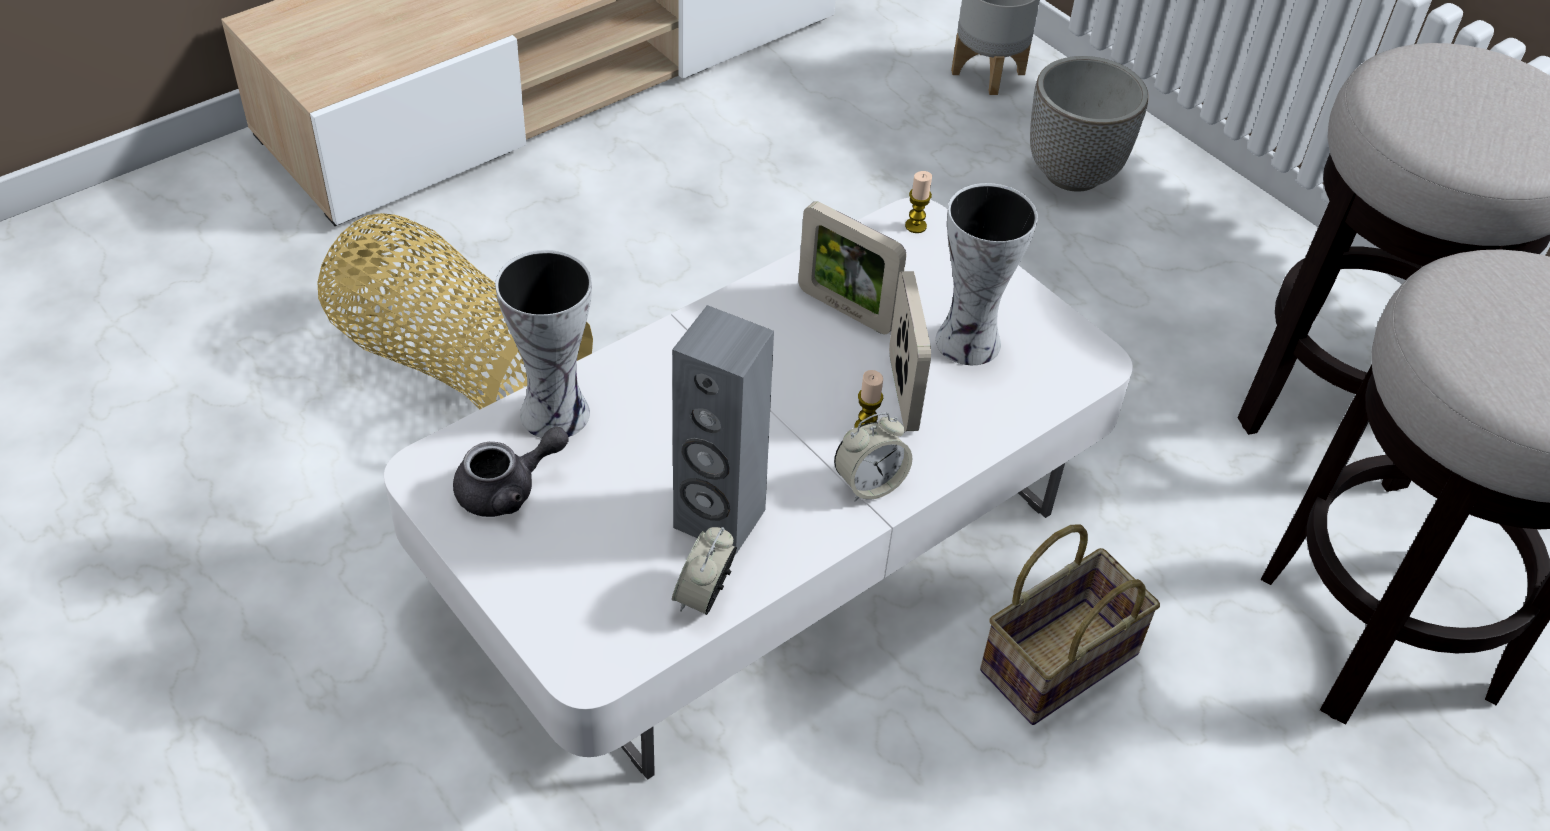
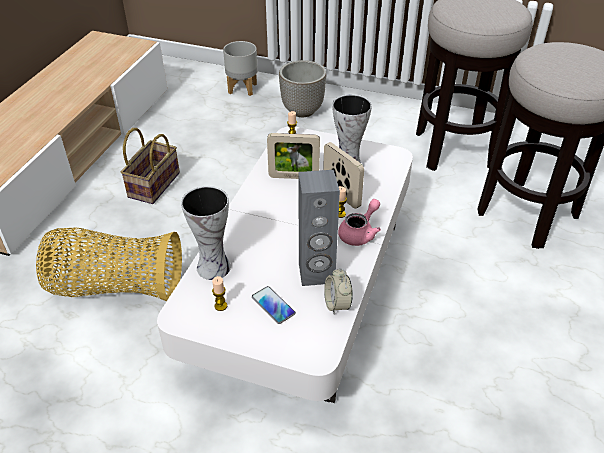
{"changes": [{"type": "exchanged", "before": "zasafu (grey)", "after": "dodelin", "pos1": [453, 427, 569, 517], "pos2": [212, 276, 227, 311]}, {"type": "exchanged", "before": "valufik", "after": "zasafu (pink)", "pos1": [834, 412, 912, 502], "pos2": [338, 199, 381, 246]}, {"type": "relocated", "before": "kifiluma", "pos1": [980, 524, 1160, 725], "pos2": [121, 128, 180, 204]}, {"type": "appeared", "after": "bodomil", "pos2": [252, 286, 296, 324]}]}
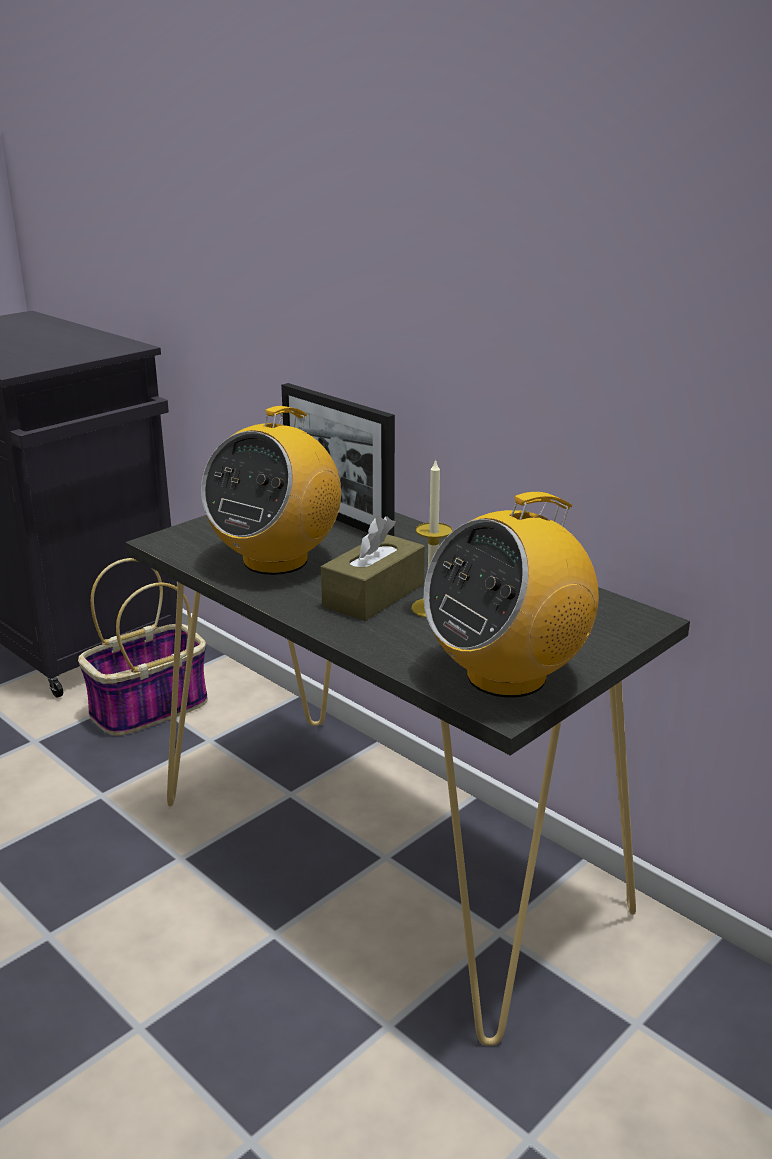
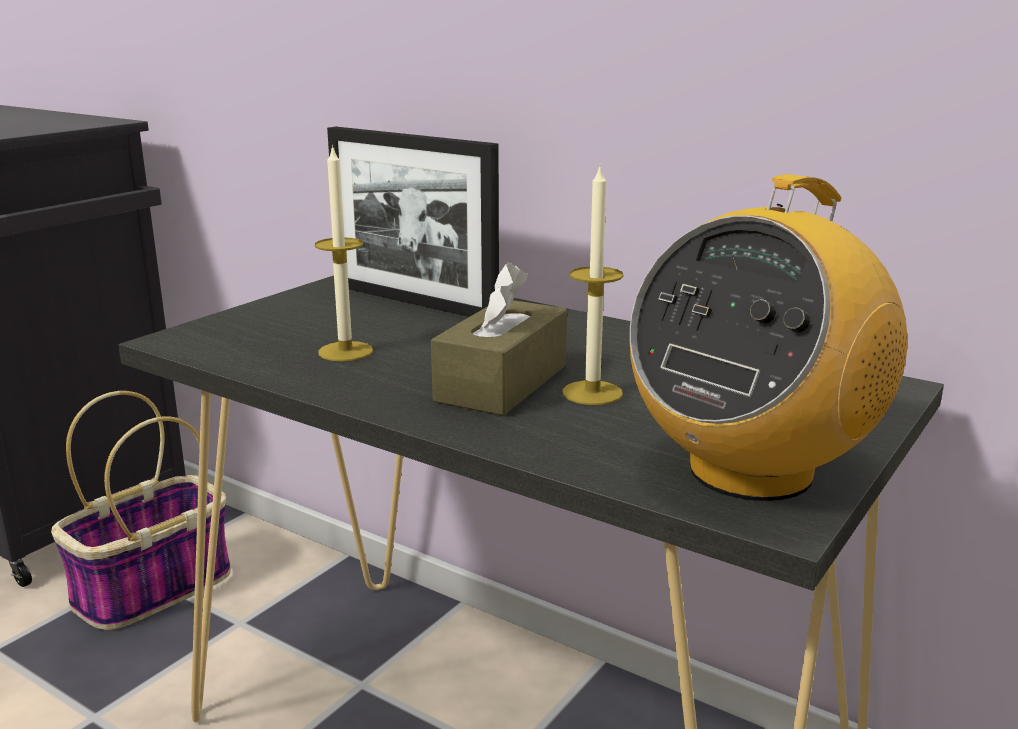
{"changes": [{"type": "exchanged", "before": "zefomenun", "after": "dodelin", "pos1": [201, 406, 341, 575], "pos2": [315, 144, 373, 361]}]}
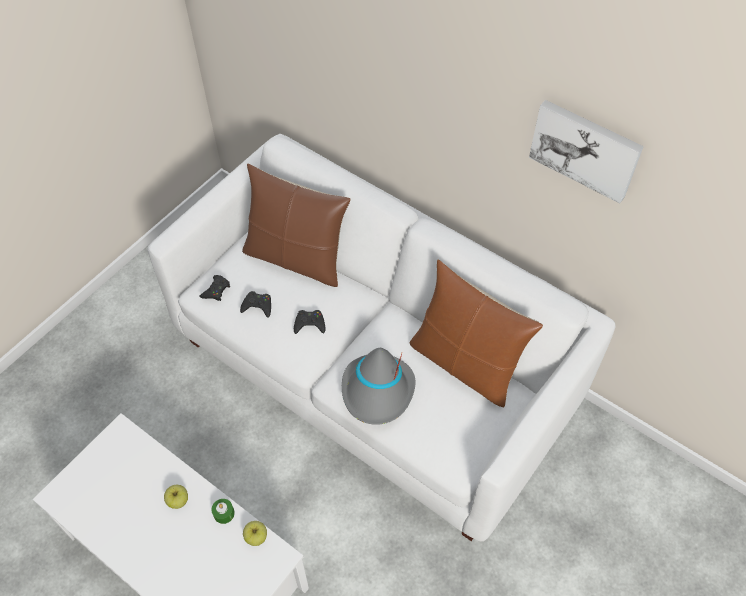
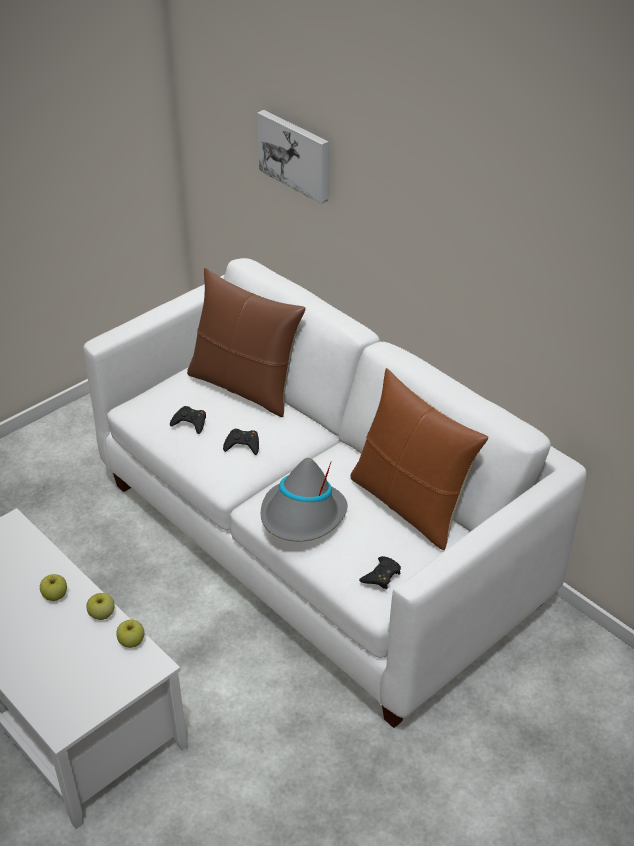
{"changes": [{"type": "relocated", "before": "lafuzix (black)", "pos1": [199, 275, 230, 301], "pos2": [359, 556, 401, 589]}, {"type": "exchanged", "before": "dodelin (green)", "after": "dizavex", "pos1": [211, 499, 235, 524], "pos2": [86, 593, 115, 620]}, {"type": "relocated", "before": "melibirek", "pos1": [529, 100, 644, 203], "pos2": [257, 110, 329, 204]}]}
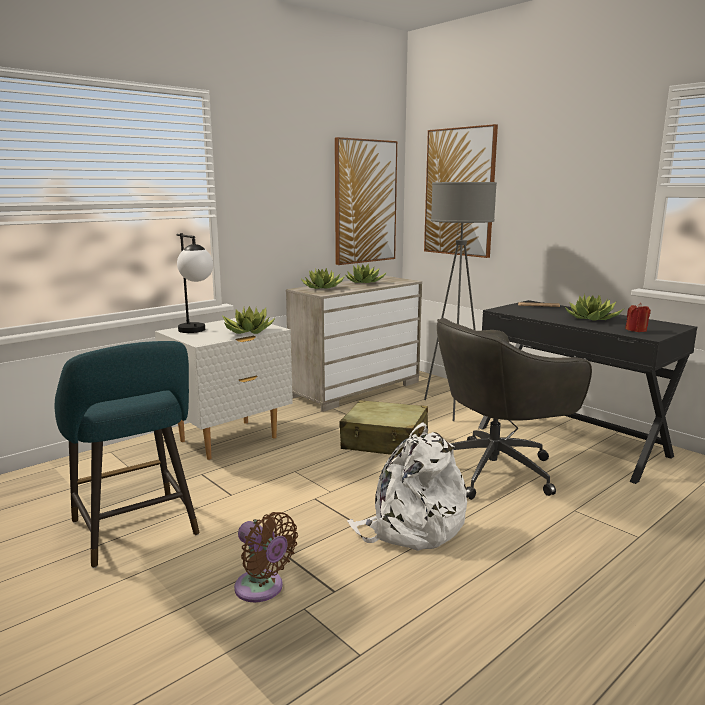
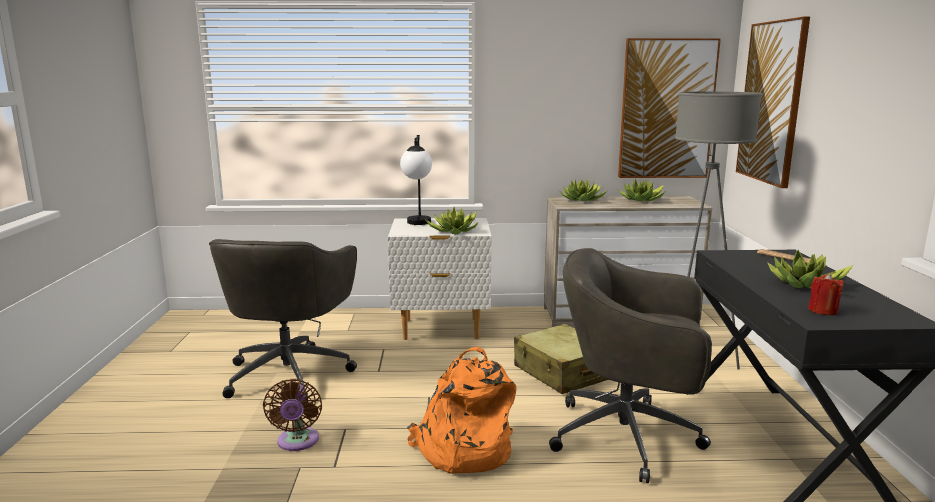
{"changes": [{"type": "exchanged", "before": "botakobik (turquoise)", "after": "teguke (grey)", "pos1": [55, 341, 200, 568], "pos2": [209, 239, 357, 400]}, {"type": "colour", "before": "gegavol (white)", "after": "gegavol (orange)", "pos1": [347, 422, 467, 551], "pos2": [407, 347, 516, 474]}]}
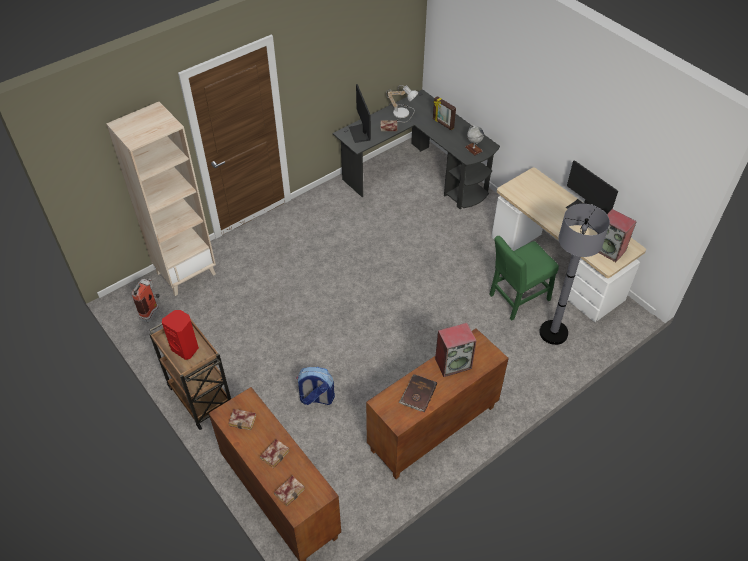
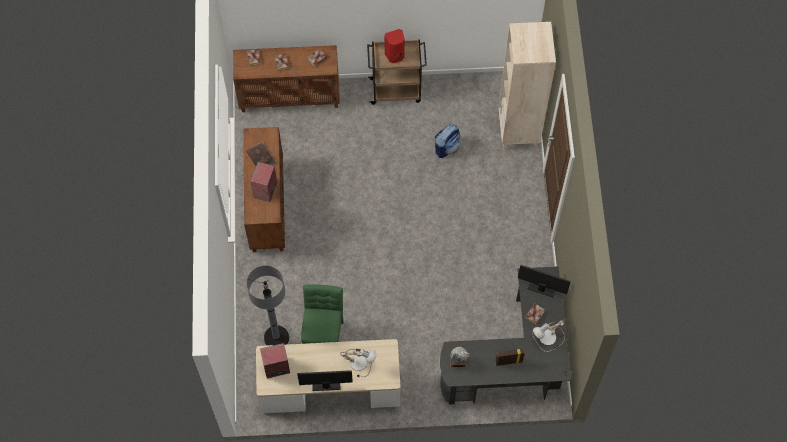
{"changes": [{"type": "missing", "before": "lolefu", "pos1": [131, 279, 160, 323]}, {"type": "relocated", "before": "gegavol", "pos1": [296, 367, 335, 405], "pos2": [435, 124, 460, 158]}, {"type": "appeared", "after": "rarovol", "pos2": [340, 349, 376, 377]}]}
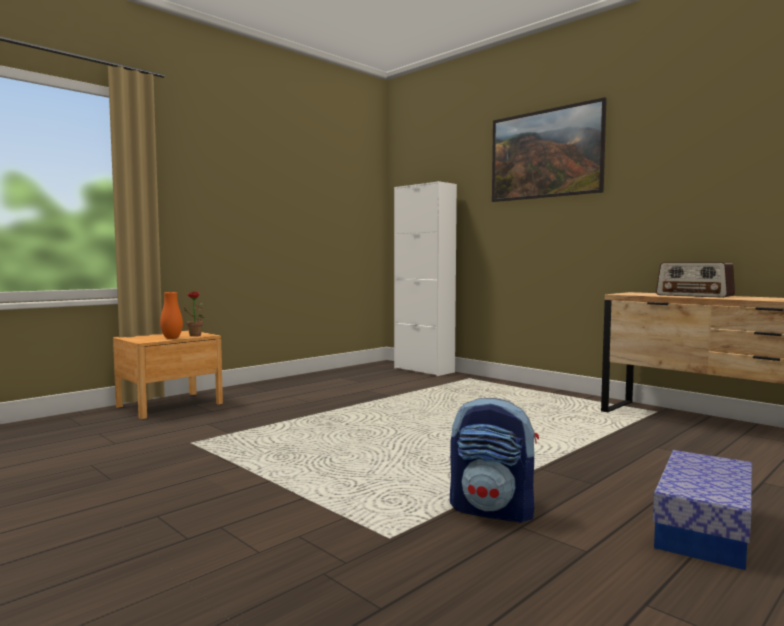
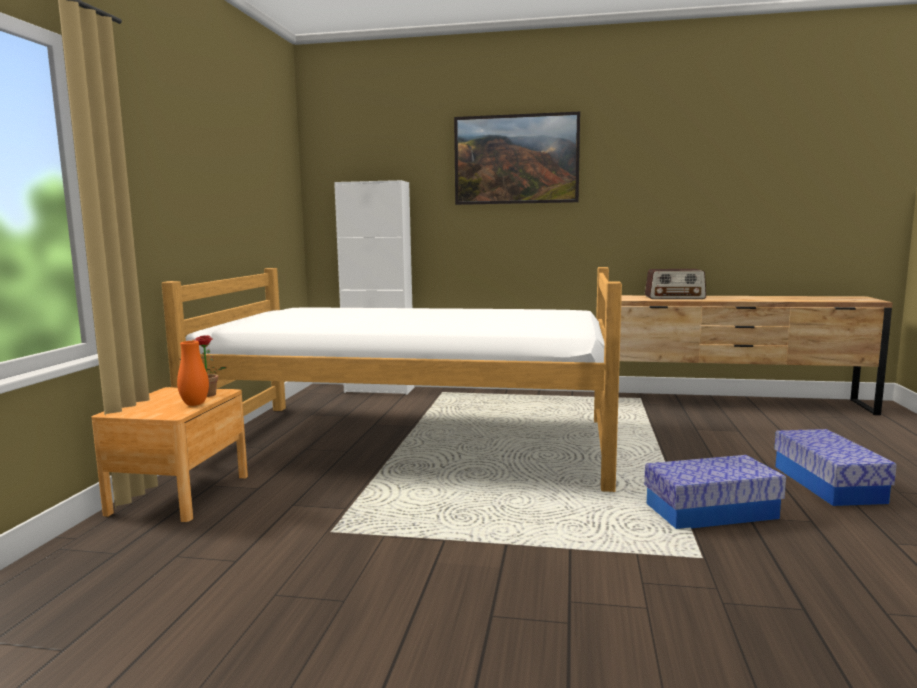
{"changes": [{"type": "exchanged", "before": "gegavol", "after": "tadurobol", "pos1": [450, 397, 539, 523], "pos2": [644, 455, 786, 529]}, {"type": "appeared", "after": "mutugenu", "pos2": [162, 267, 622, 492]}]}
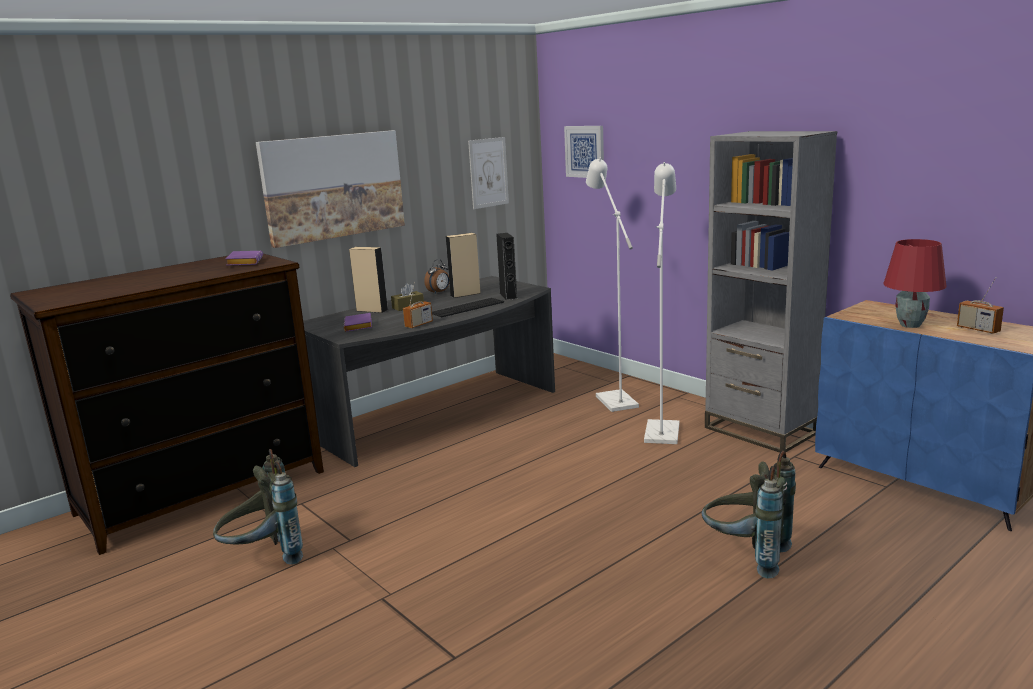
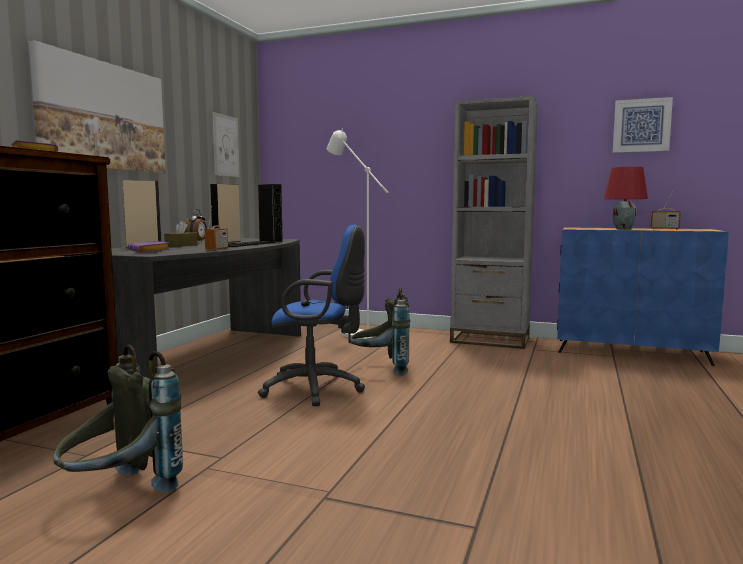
{"changes": [{"type": "relocated", "before": "melibirek", "pos1": [564, 126, 604, 178], "pos2": [613, 97, 673, 153]}, {"type": "missing", "before": "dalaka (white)", "pos1": [644, 162, 679, 444]}, {"type": "relocated", "before": "gegavol (grey)", "pos1": [701, 451, 796, 579], "pos2": [350, 288, 410, 376]}, {"type": "appeared", "after": "teguke (blue)", "pos2": [258, 225, 365, 406]}]}
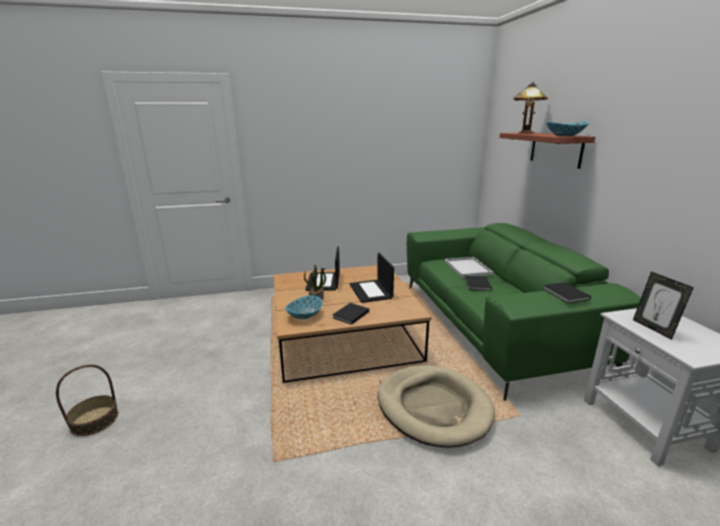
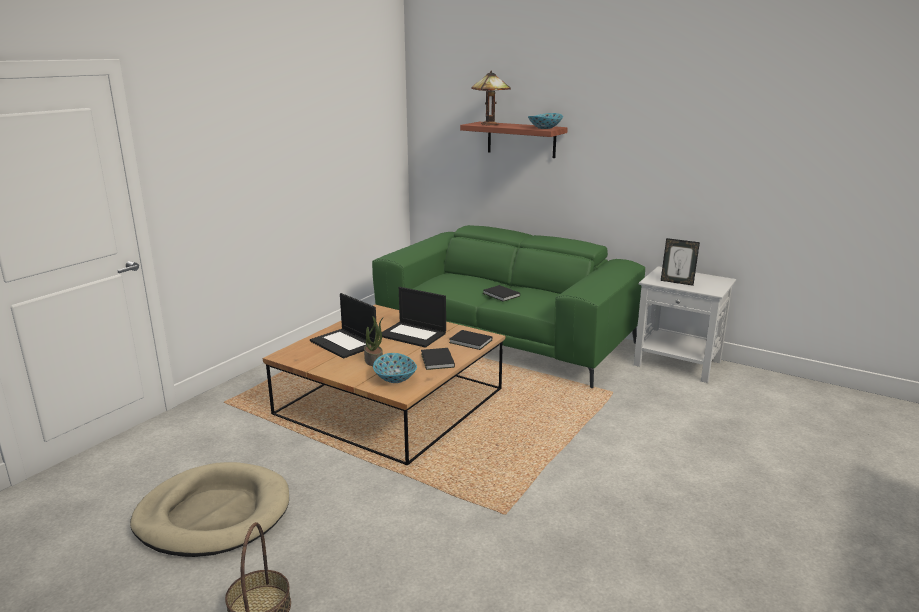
{"changes": [{"type": "relocated", "before": "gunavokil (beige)", "pos1": [377, 365, 495, 448], "pos2": [130, 462, 289, 557]}, {"type": "missing", "before": "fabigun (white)", "pos1": [445, 257, 493, 277]}, {"type": "relocated", "before": "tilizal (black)", "pos1": [543, 282, 591, 304], "pos2": [449, 330, 492, 350]}]}
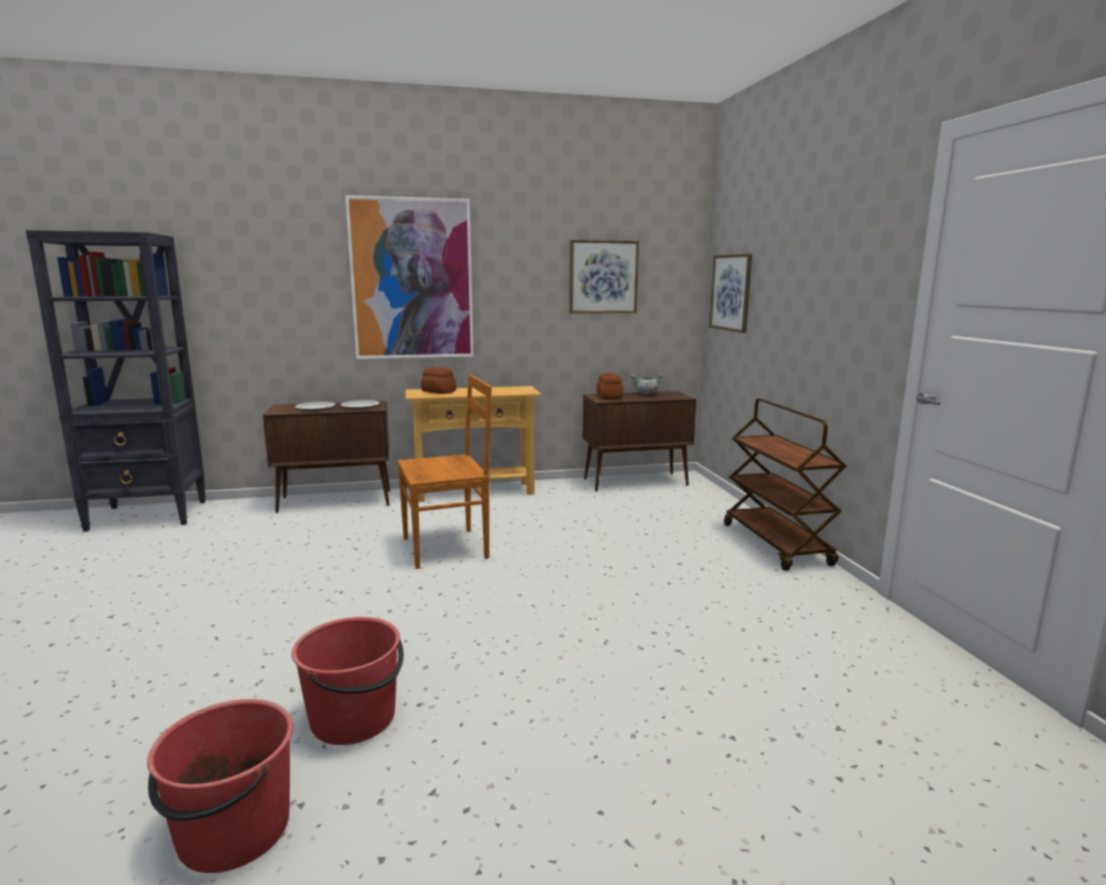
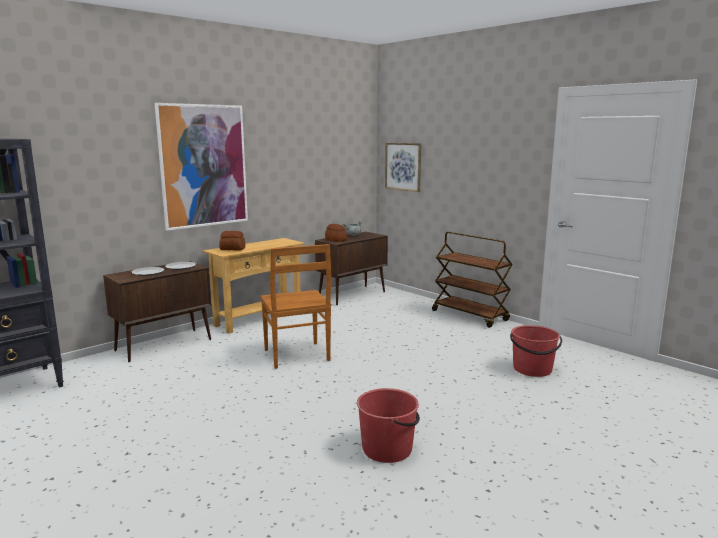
{"changes": [{"type": "relocated", "before": "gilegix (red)", "pos1": [147, 699, 293, 873], "pos2": [510, 325, 562, 377]}, {"type": "spun", "before": "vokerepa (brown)", "pos1": [397, 374, 492, 569], "pos2": [261, 244, 332, 369], "turn": 120}, {"type": "missing", "before": "melibirek", "pos1": [569, 240, 639, 313]}]}
